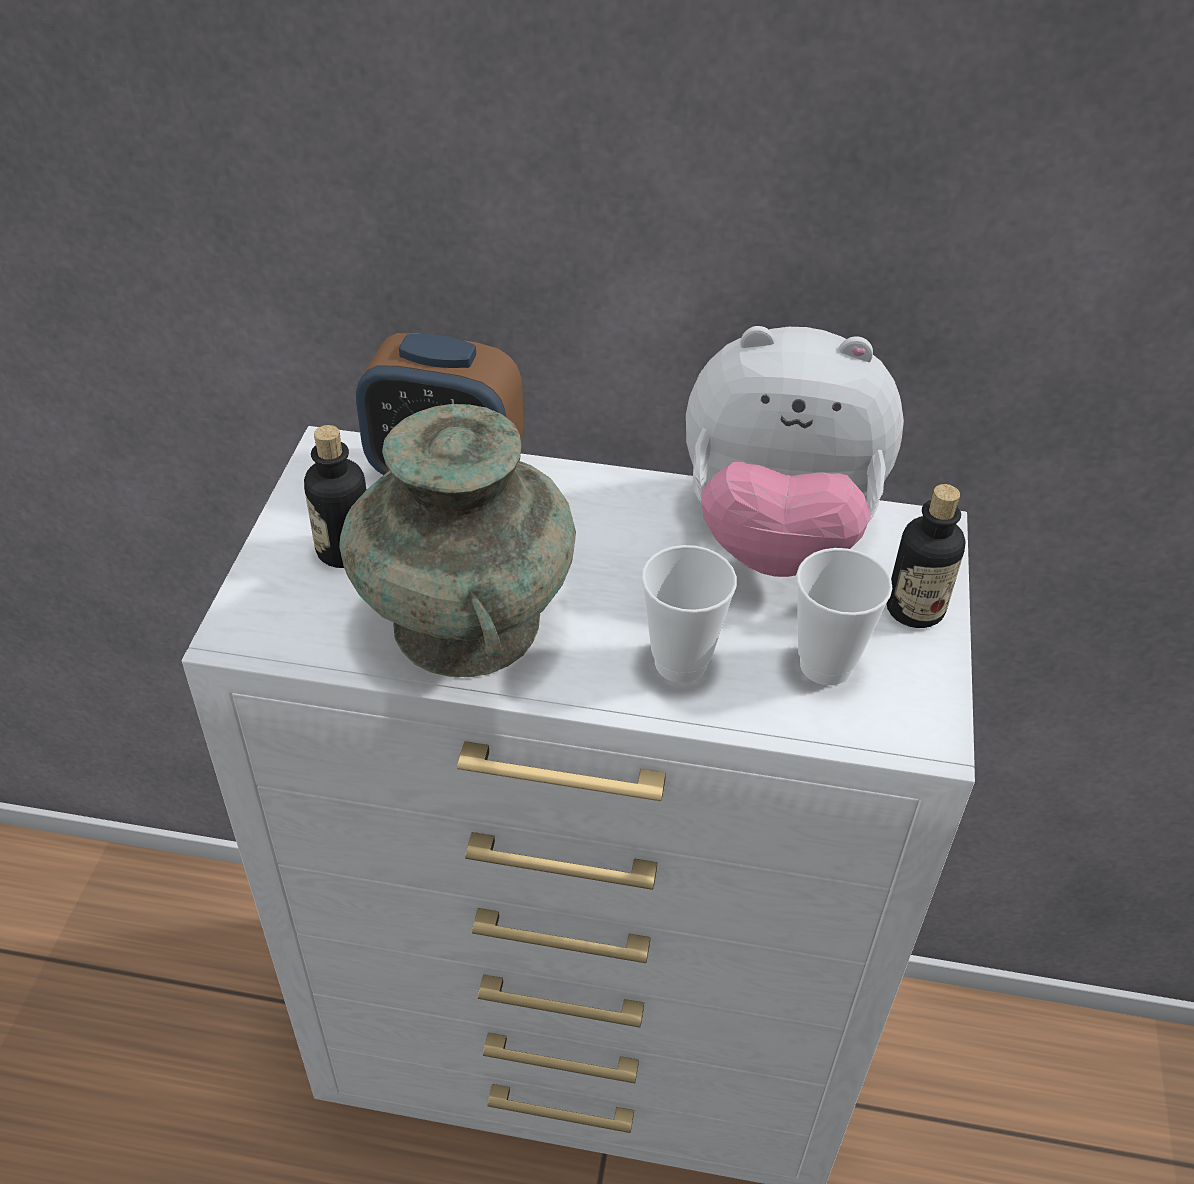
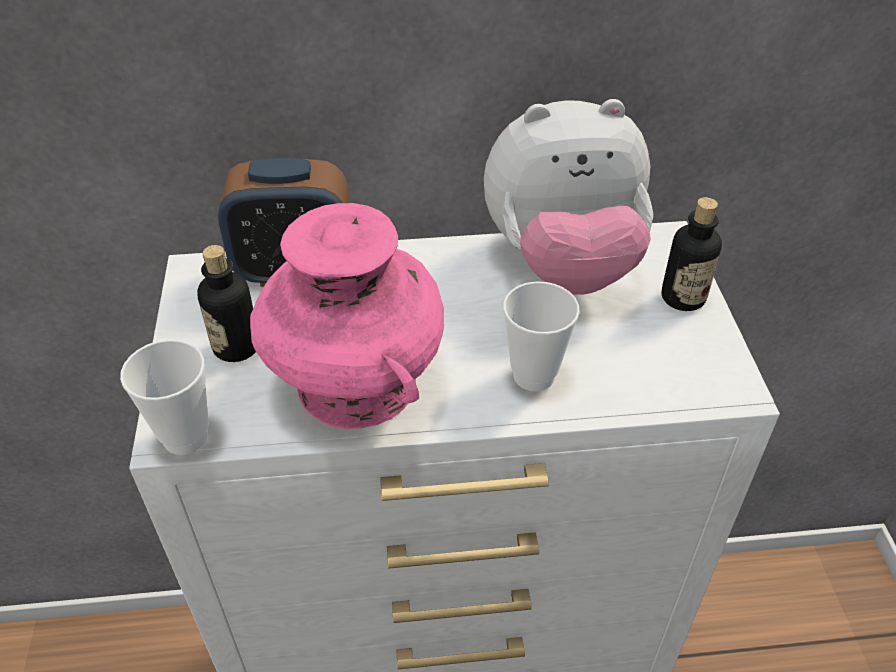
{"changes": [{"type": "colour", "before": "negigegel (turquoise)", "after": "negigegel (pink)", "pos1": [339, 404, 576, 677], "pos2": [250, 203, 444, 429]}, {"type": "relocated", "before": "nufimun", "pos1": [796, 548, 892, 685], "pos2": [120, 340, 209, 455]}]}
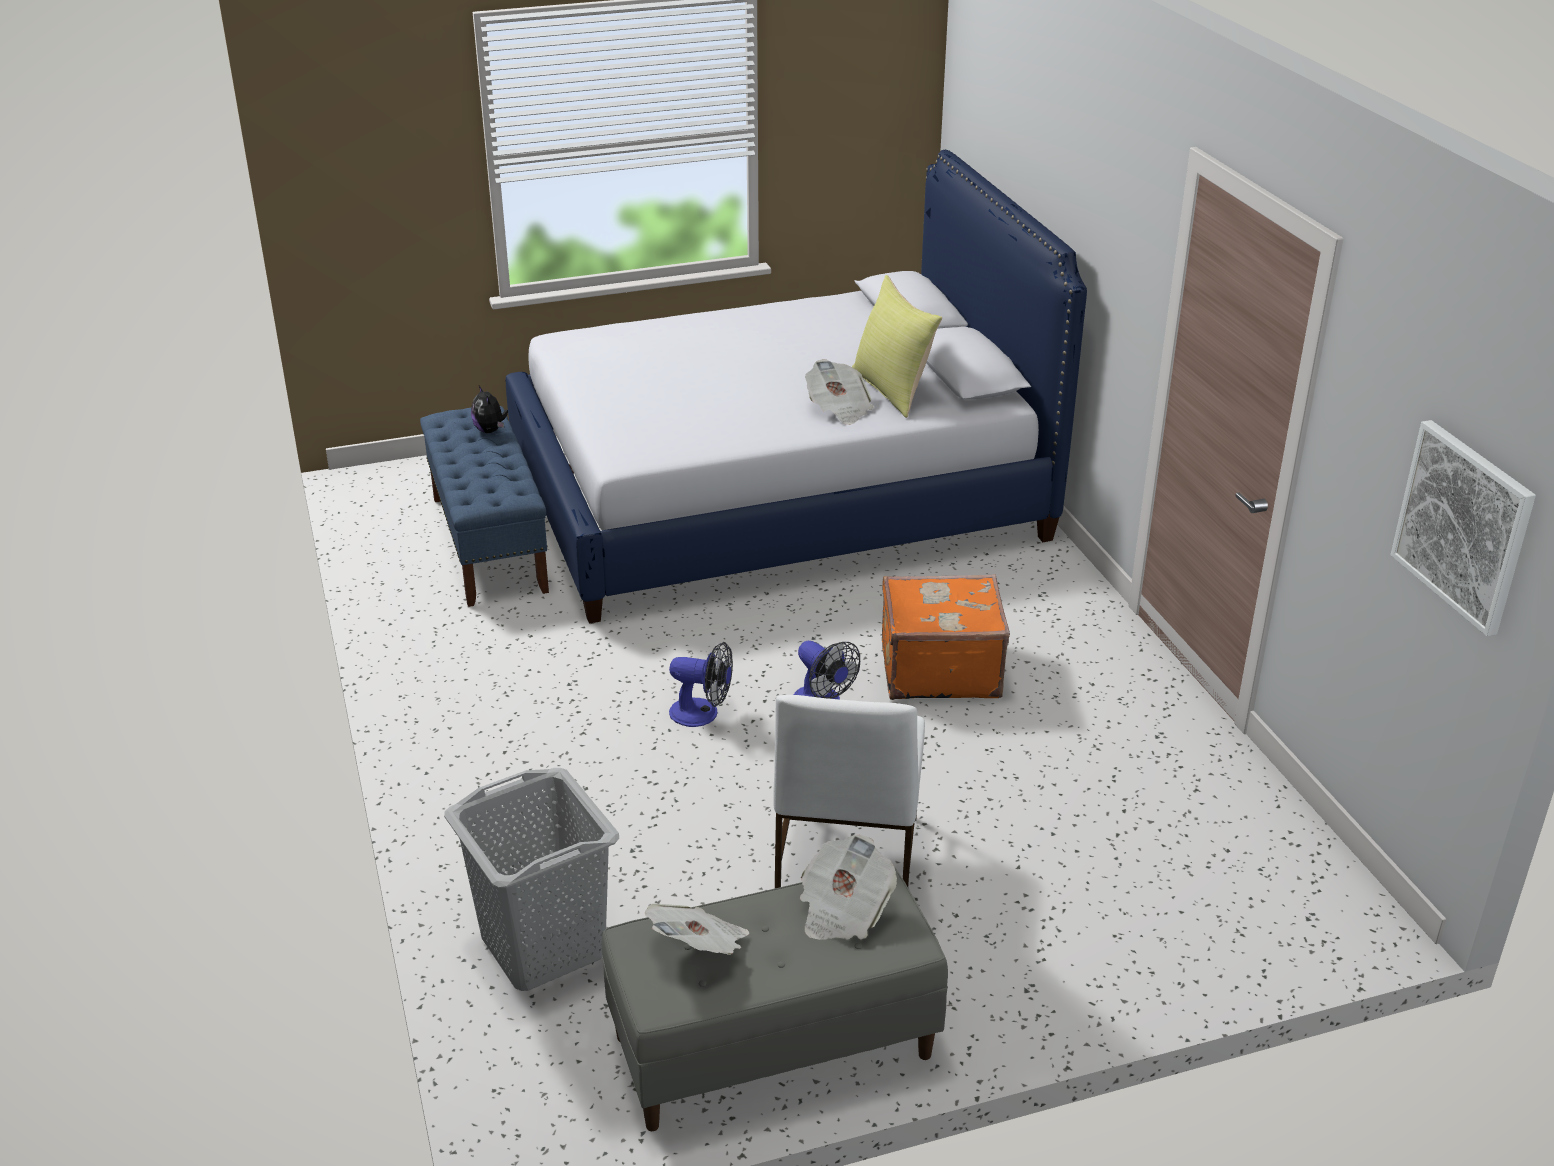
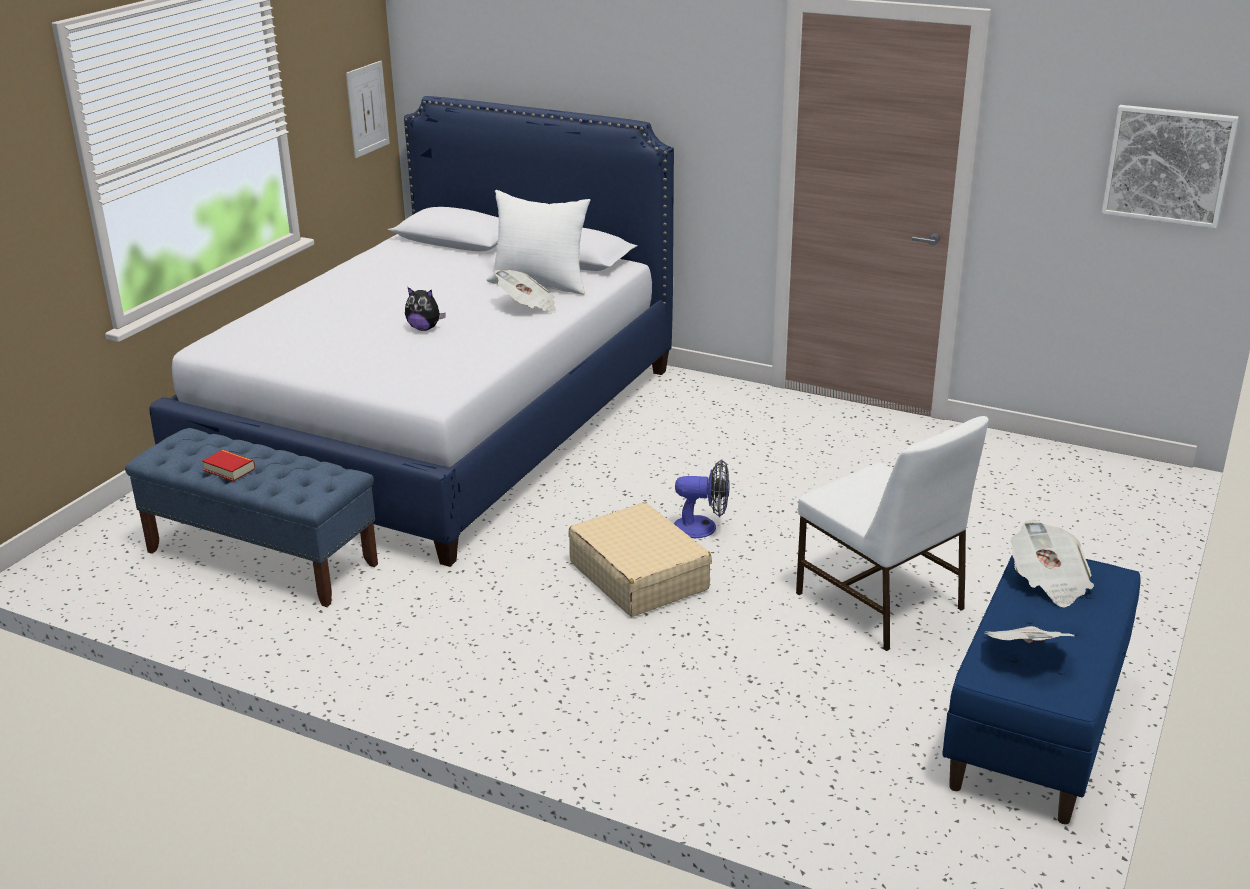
{"changes": [{"type": "missing", "before": "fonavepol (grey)", "pos1": [444, 768, 619, 991]}, {"type": "relocated", "before": "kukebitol", "pos1": [471, 385, 508, 433], "pos2": [405, 287, 446, 331]}, {"type": "colour", "before": "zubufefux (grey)", "after": "zubufefux (blue)", "pos1": [602, 866, 948, 1131], "pos2": [942, 554, 1141, 824]}, {"type": "exchanged", "before": "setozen", "after": "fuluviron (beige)", "pos1": [669, 642, 733, 727], "pos2": [568, 502, 712, 617]}, {"type": "colour", "before": "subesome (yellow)", "after": "subesome (white)", "pos1": [852, 275, 942, 418], "pos2": [487, 190, 590, 295]}, {"type": "missing", "before": "fuluviron (orange)", "pos1": [882, 574, 1010, 700]}, {"type": "appeared", "after": "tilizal", "pos2": [202, 450, 255, 482]}, {"type": "appeared", "after": "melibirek", "pos2": [346, 61, 390, 158]}]}
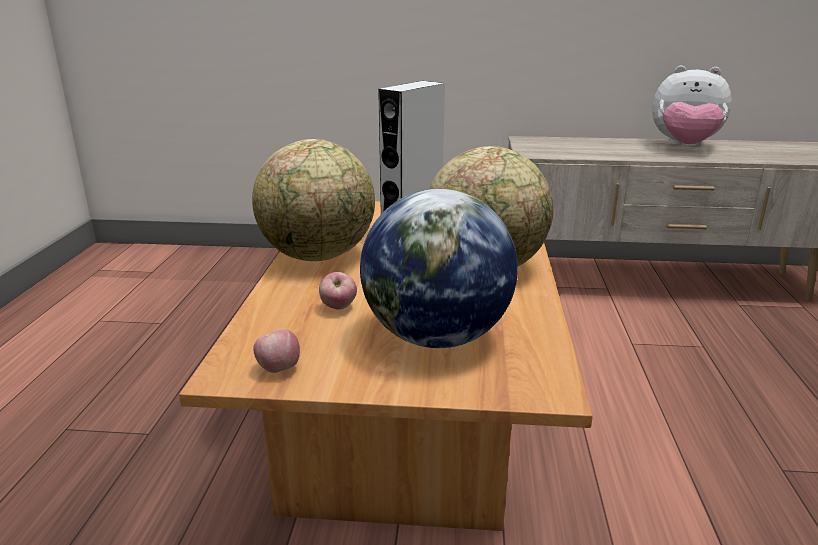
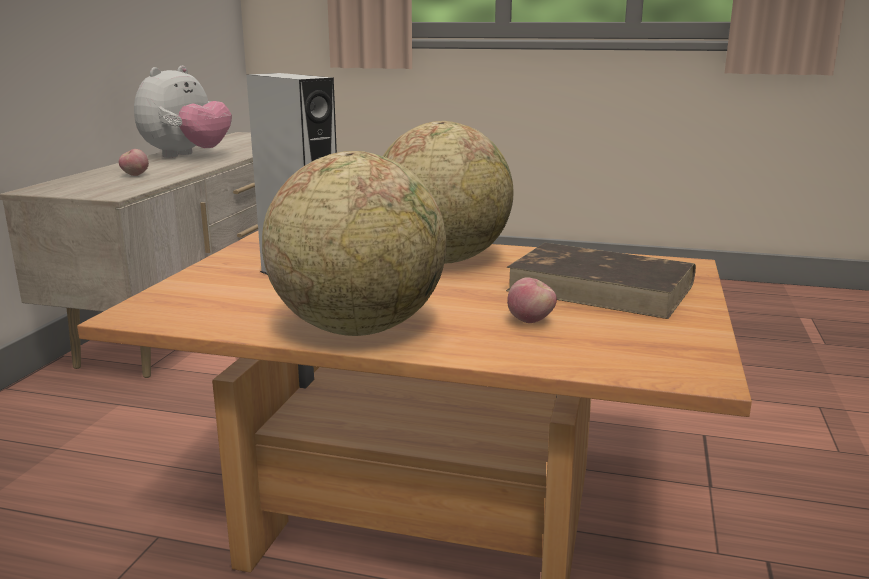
{"changes": [{"type": "relocated", "before": "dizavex", "pos1": [253, 329, 300, 373], "pos2": [119, 149, 149, 176]}, {"type": "exchanged", "before": "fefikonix", "after": "tilizal (brown)", "pos1": [360, 189, 518, 348], "pos2": [506, 243, 696, 319]}]}
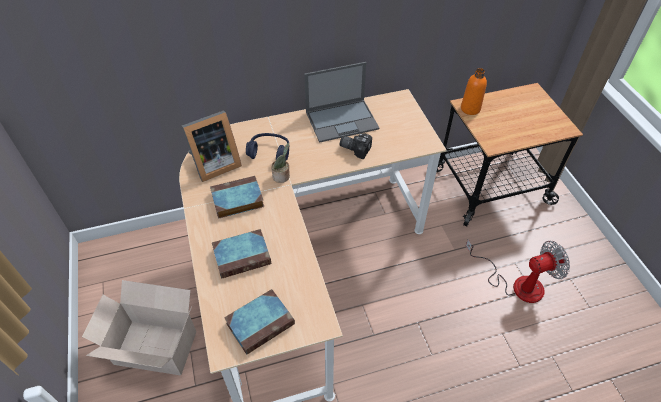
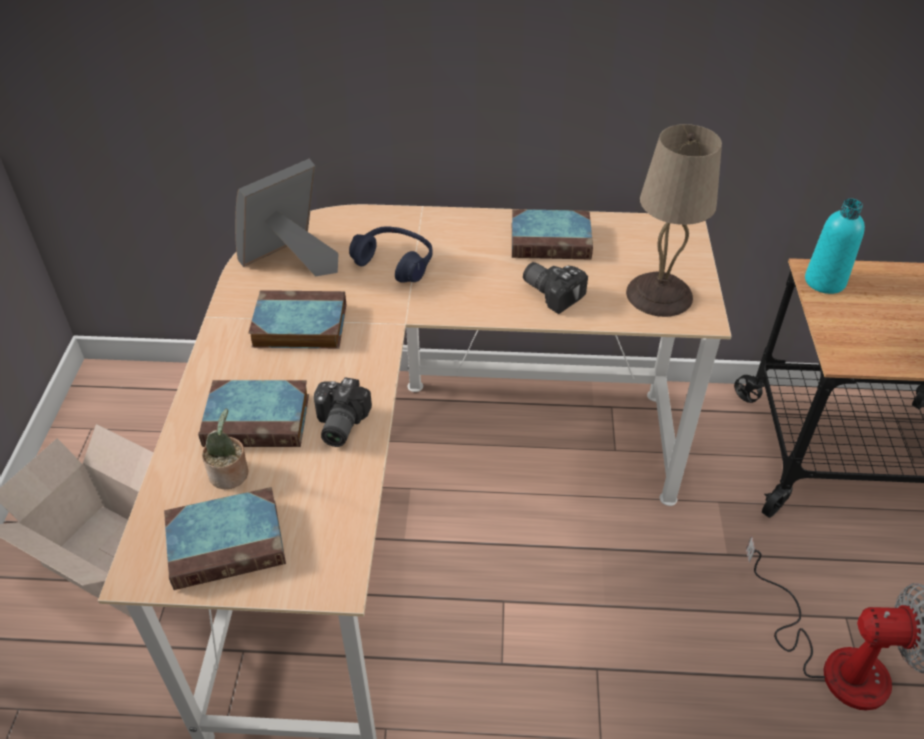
{"changes": [{"type": "spun", "before": "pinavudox", "pos1": [182, 110, 242, 182], "pos2": [235, 159, 338, 276], "turn": 150}, {"type": "relocated", "before": "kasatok", "pos1": [271, 143, 290, 183], "pos2": [202, 409, 248, 489]}, {"type": "exchanged", "before": "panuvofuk", "after": "tilizal", "pos1": [304, 62, 379, 143], "pos2": [512, 209, 593, 259]}, {"type": "colour", "before": "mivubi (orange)", "after": "mivubi (turquoise)", "pos1": [461, 68, 487, 115], "pos2": [805, 199, 865, 294]}, {"type": "appeared", "after": "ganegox", "pos2": [314, 377, 372, 447]}, {"type": "appeared", "after": "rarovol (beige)", "pos2": [626, 124, 722, 317]}]}
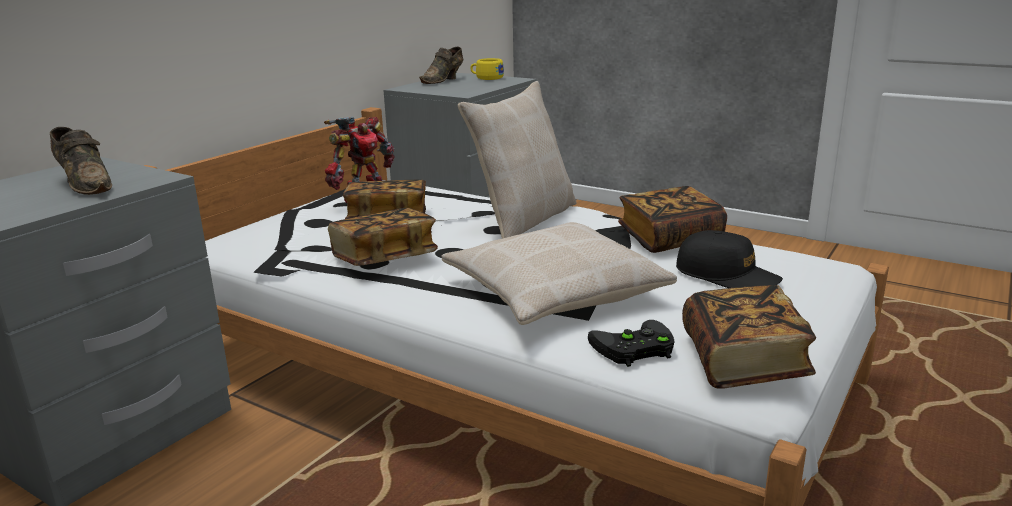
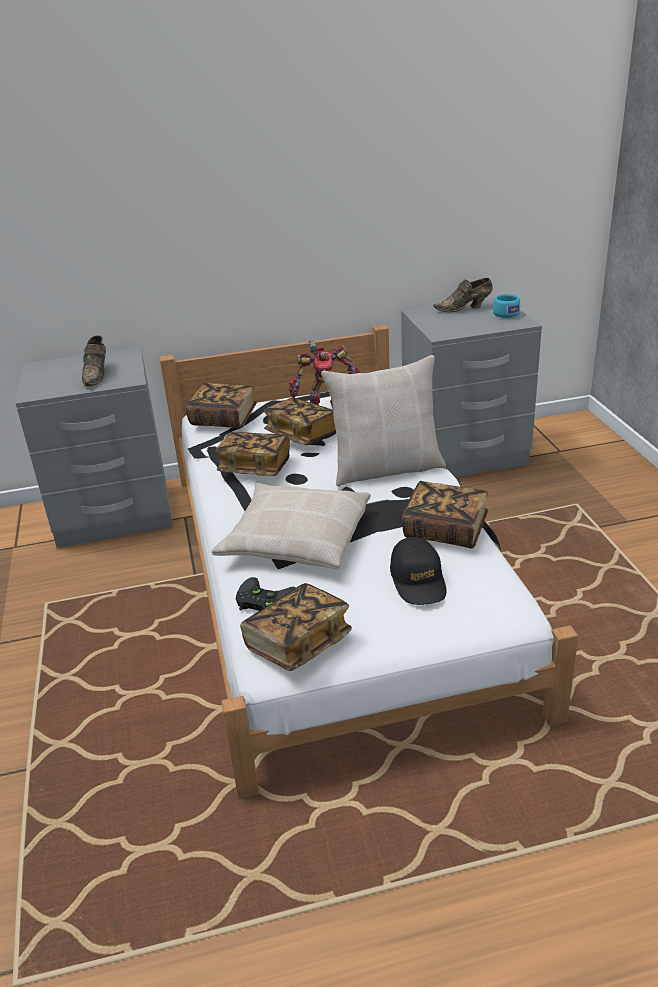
{"changes": [{"type": "colour", "before": "nufimun (yellow)", "after": "nufimun (turquoise)", "pos1": [470, 58, 504, 80], "pos2": [493, 294, 520, 318]}, {"type": "appeared", "after": "tilizal", "pos2": [186, 383, 257, 429]}]}
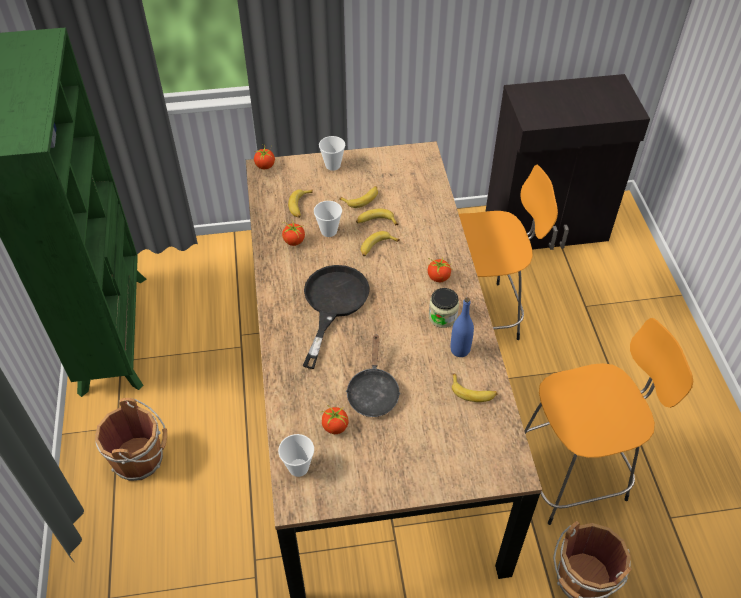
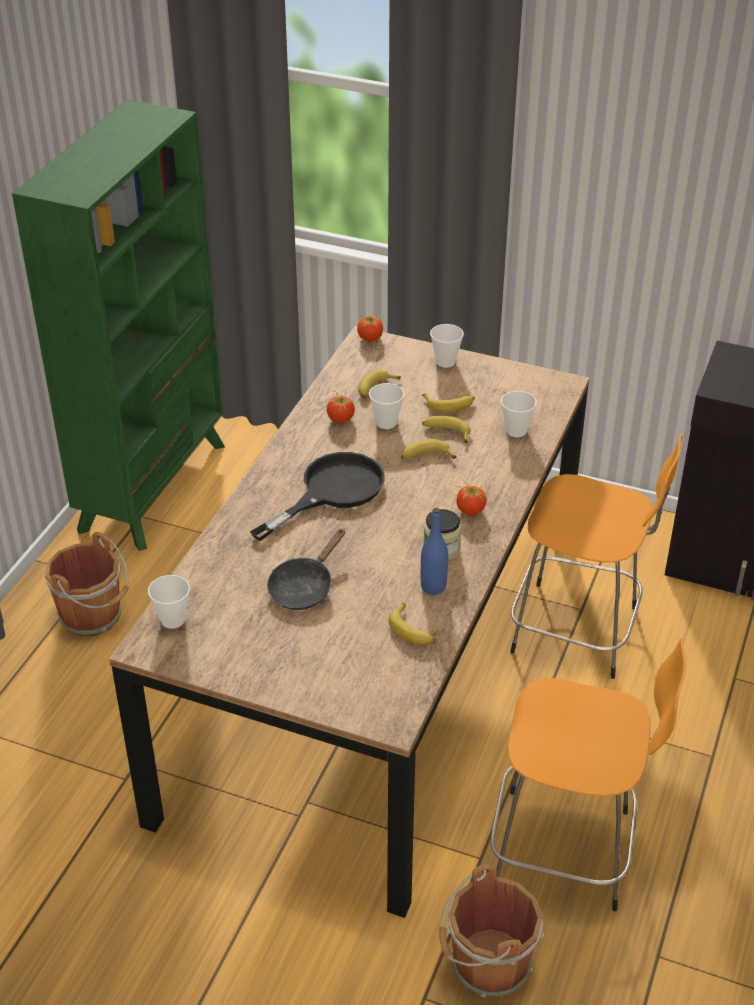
{"changes": [{"type": "missing", "before": "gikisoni", "pos1": [321, 403, 348, 434]}, {"type": "appeared", "after": "nufimun", "pos2": [501, 391, 537, 437]}]}
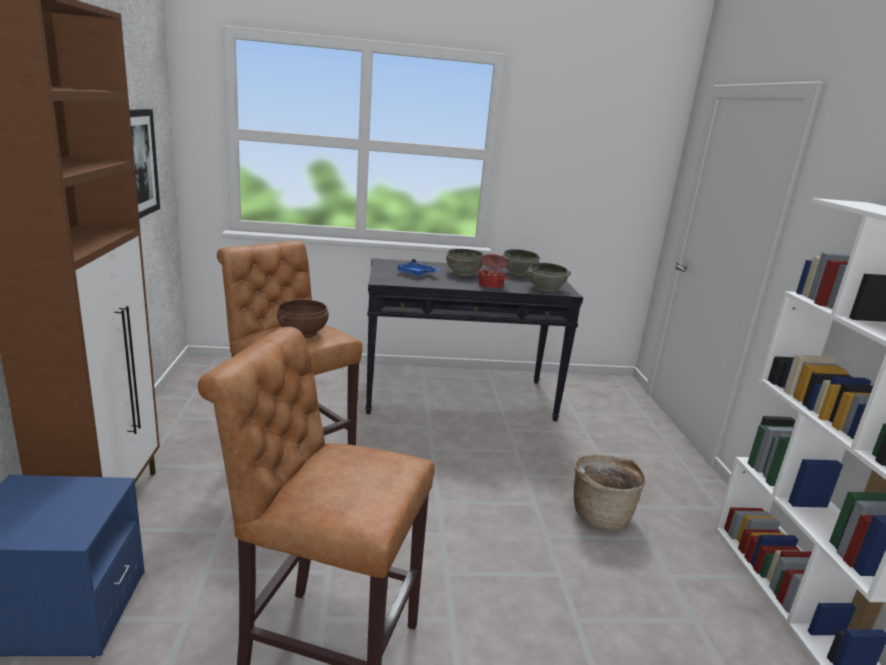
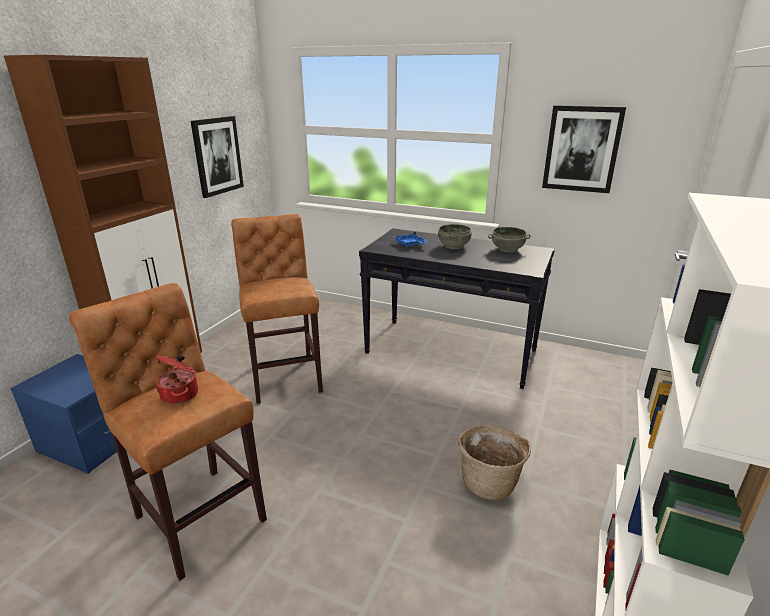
{"changes": [{"type": "missing", "before": "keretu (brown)", "pos1": [277, 300, 329, 338]}, {"type": "relocated", "before": "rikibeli", "pos1": [476, 254, 509, 289], "pos2": [155, 354, 198, 405]}, {"type": "missing", "before": "keretu (grey)", "pos1": [525, 263, 571, 292]}, {"type": "appeared", "after": "melibirek", "pos2": [542, 105, 626, 193]}]}
